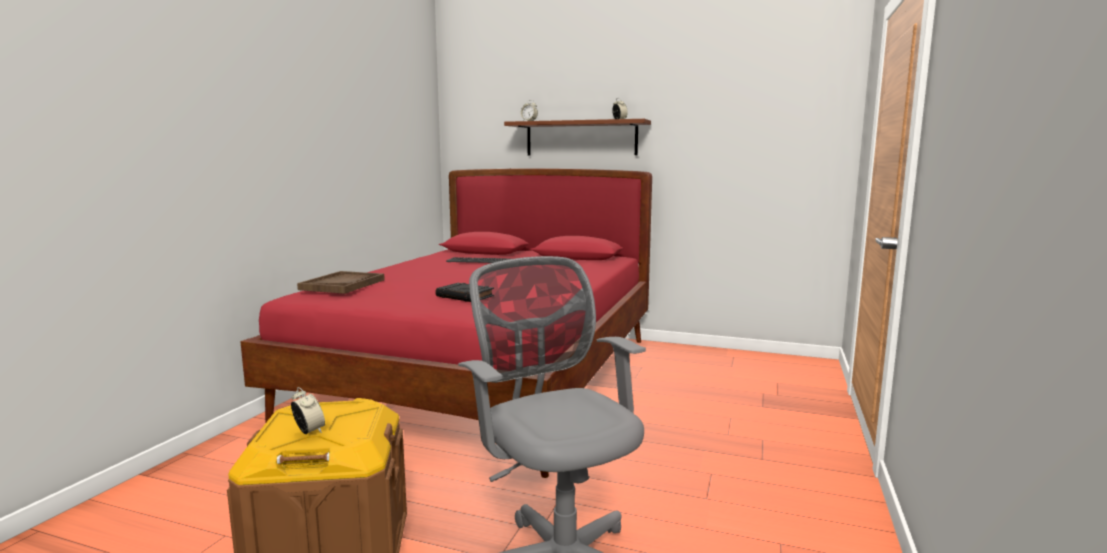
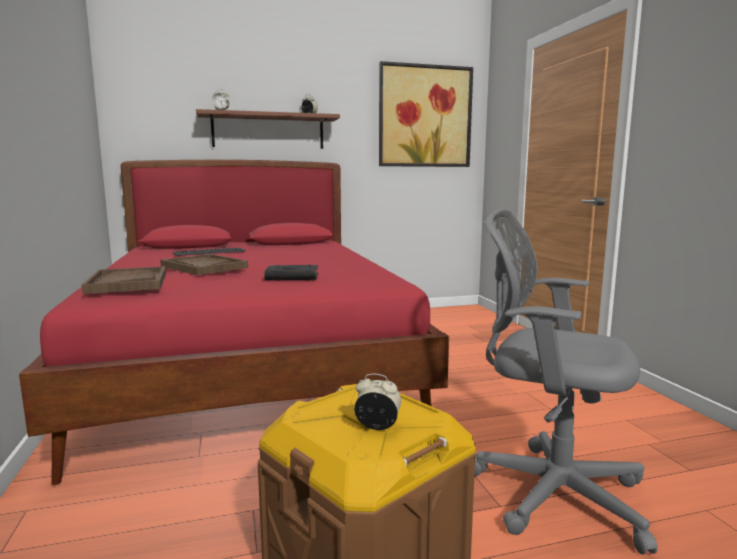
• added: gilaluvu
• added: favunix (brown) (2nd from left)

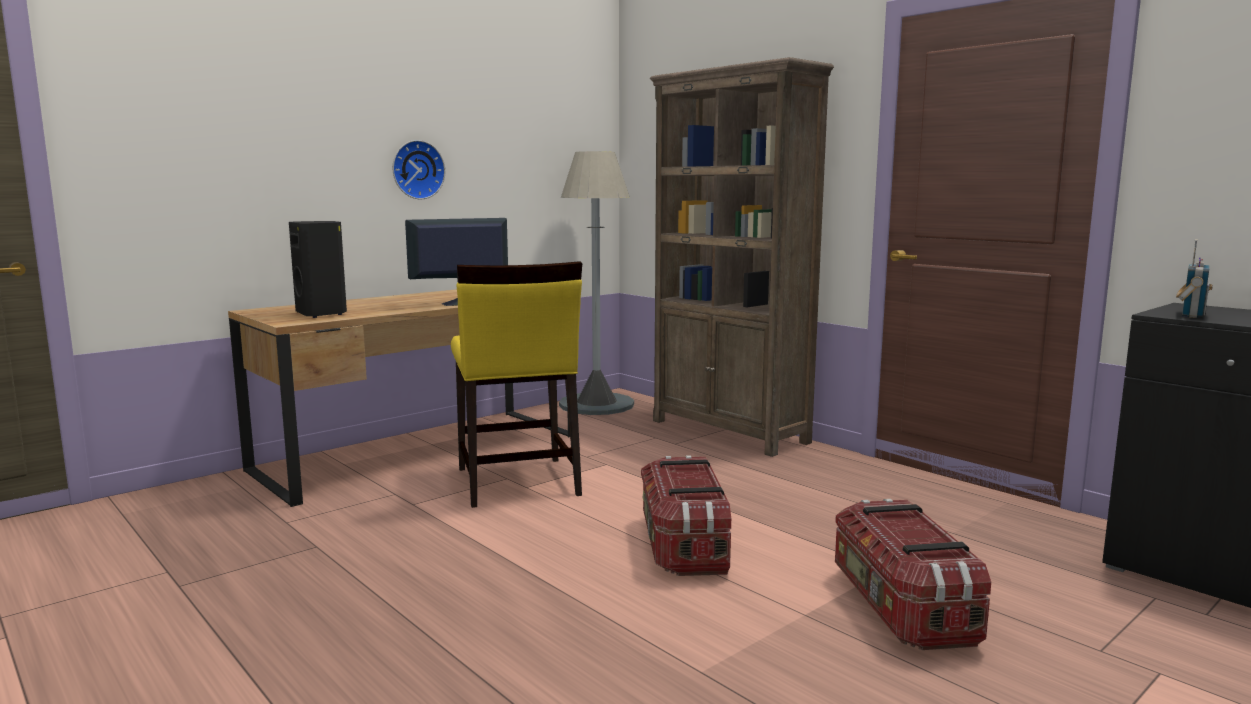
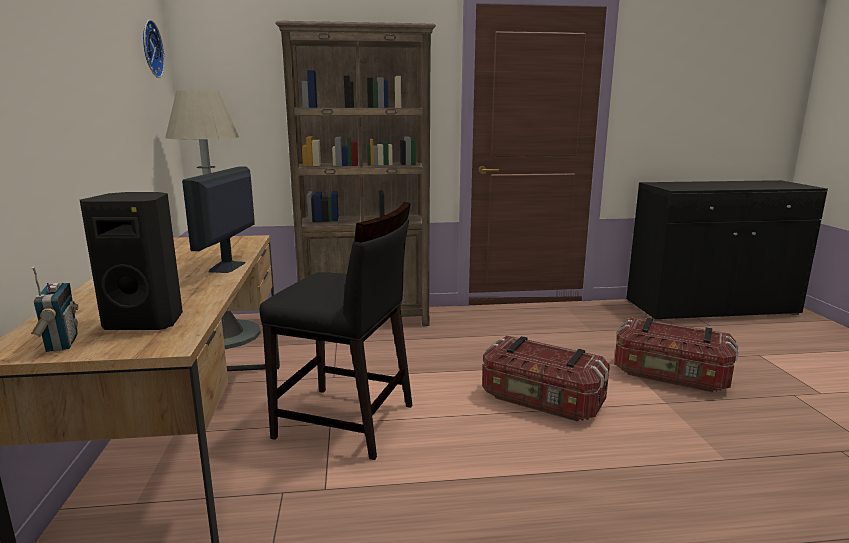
• moved: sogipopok
• moved: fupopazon
• recoloured: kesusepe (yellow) to kesusepe (black)

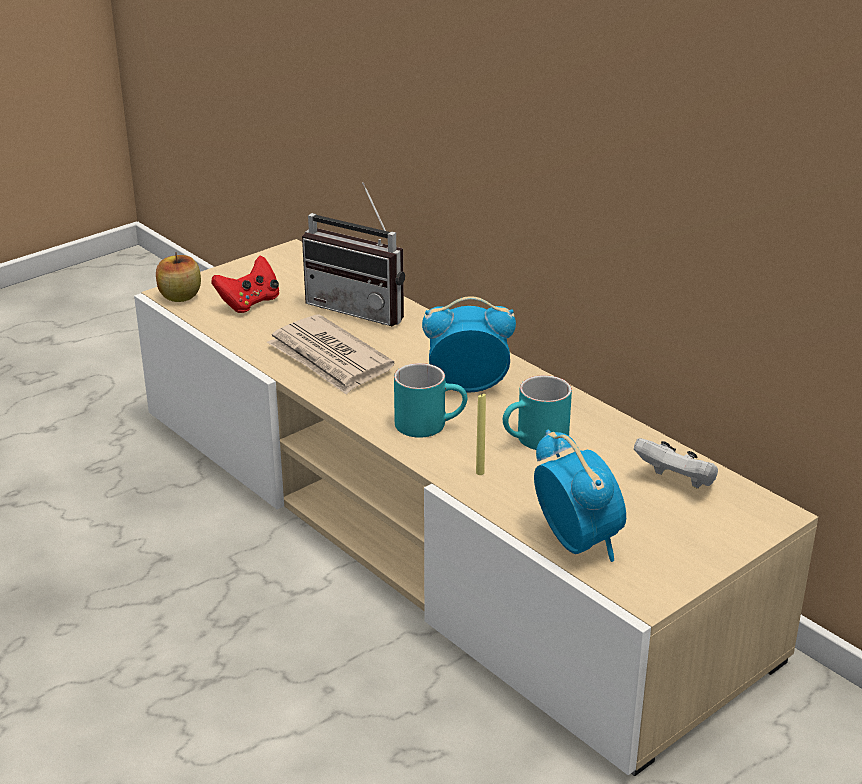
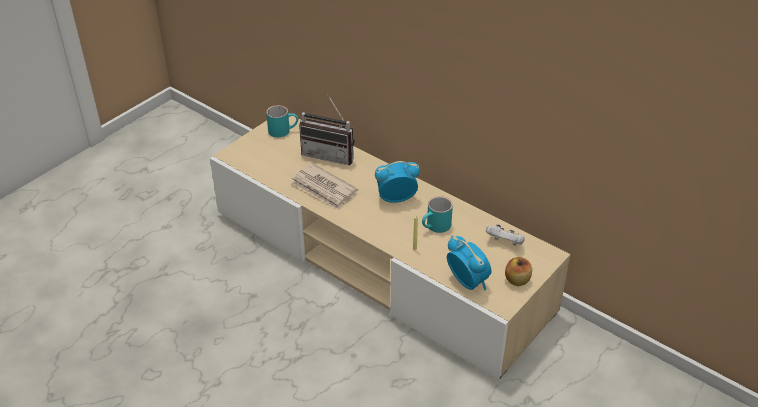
• moved: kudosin
• removed: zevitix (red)
• moved: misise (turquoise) (1st from left)

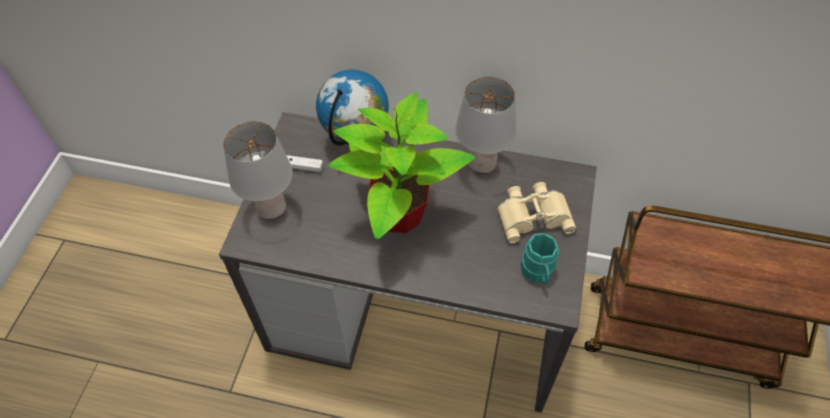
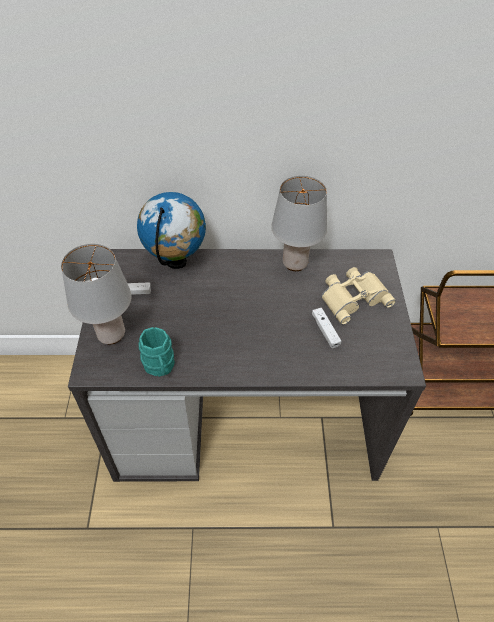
• removed: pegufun
• moved: misise (turquoise)
• added: zevitix (white) (2nd from left)

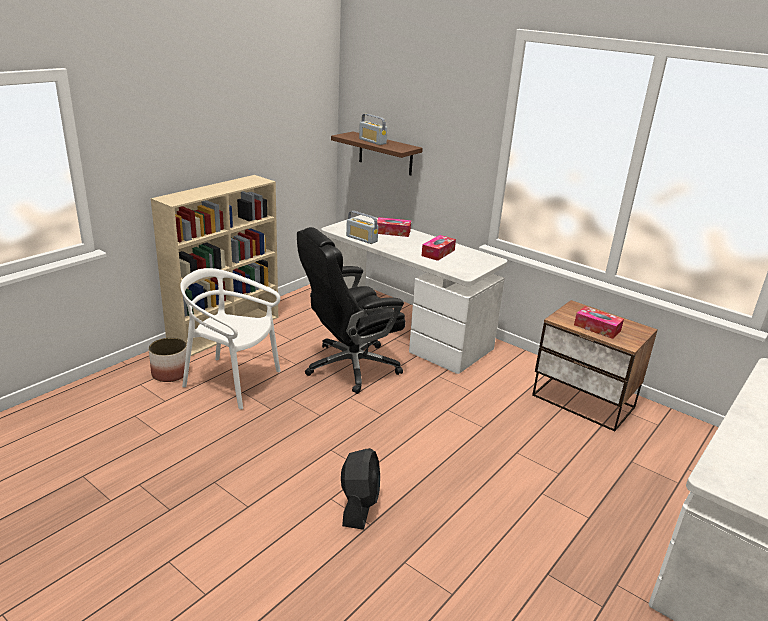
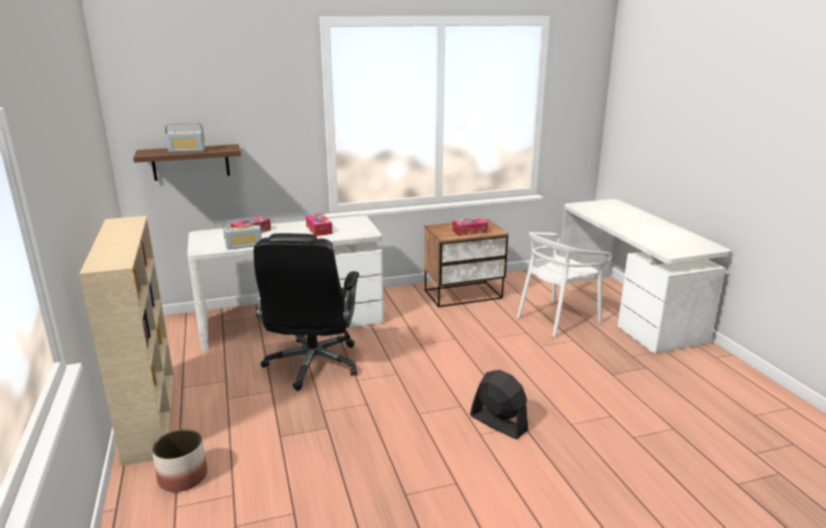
• moved: kesusepe (white)

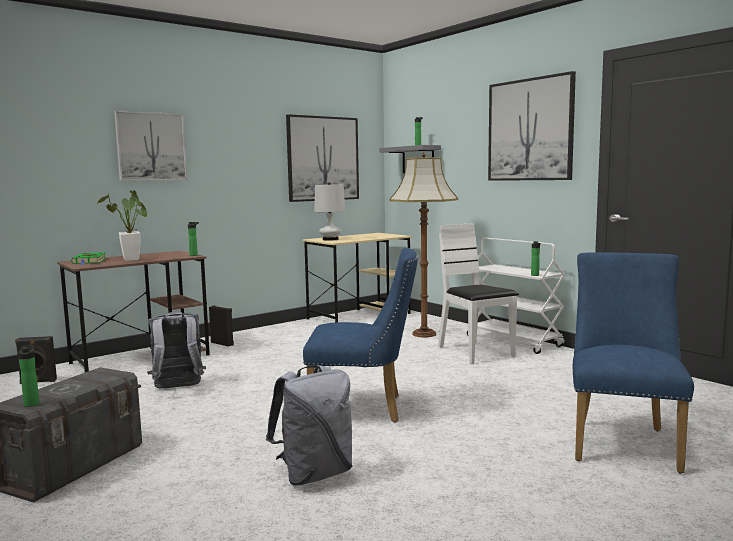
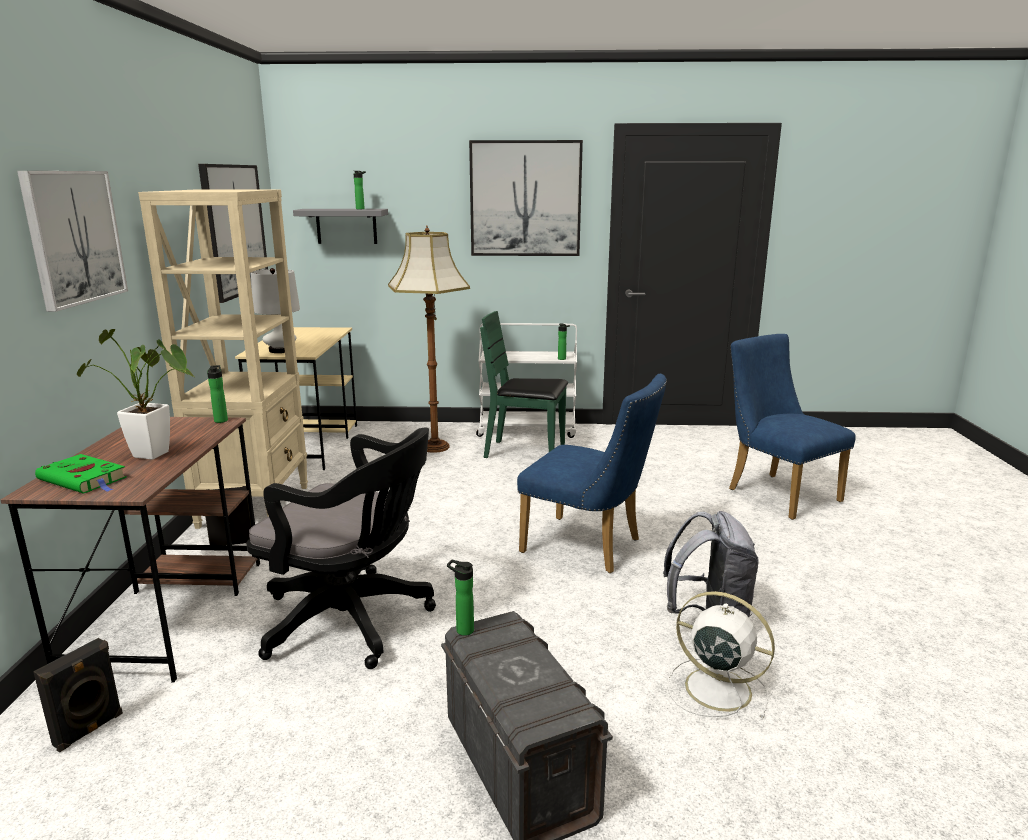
• recoloured: kesusepe (white) to kesusepe (green)
• turned: kesusepe (blue) (1st from left) 75 degrees clockwise
• replaced: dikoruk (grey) (1st from left) to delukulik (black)
• moved: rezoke (1st from left in the first image) to rezoke (3rd from left)
• added: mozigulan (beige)
• added: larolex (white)

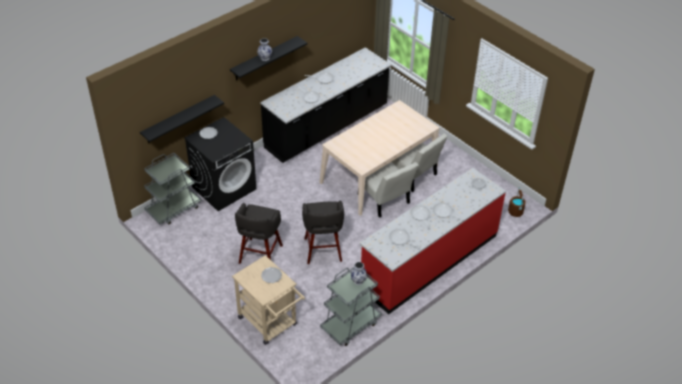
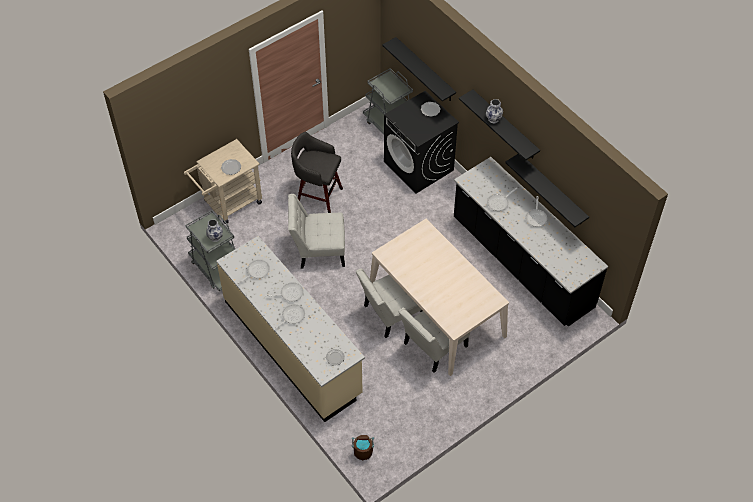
• recoloured: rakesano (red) to rakesano (beige)
• replaced: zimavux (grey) (2nd from left) to kesusepe (white) (1st from left)
• added: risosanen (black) (3rd from left)

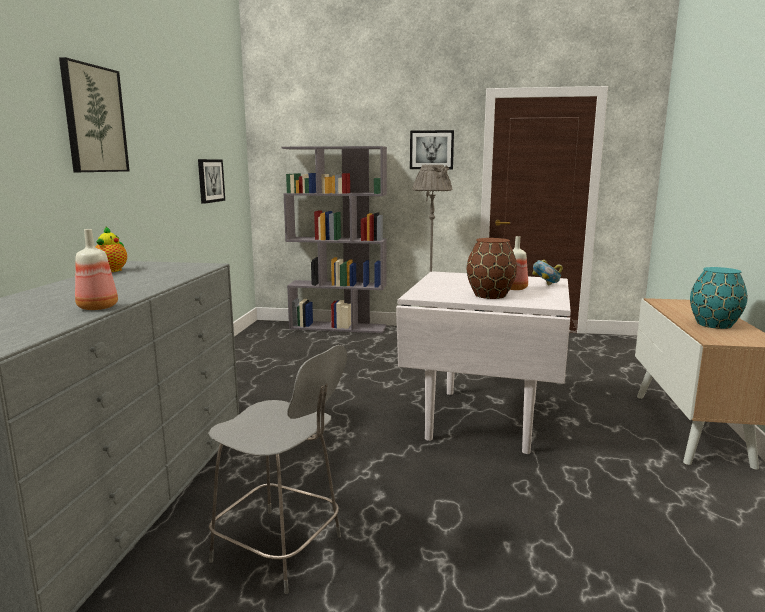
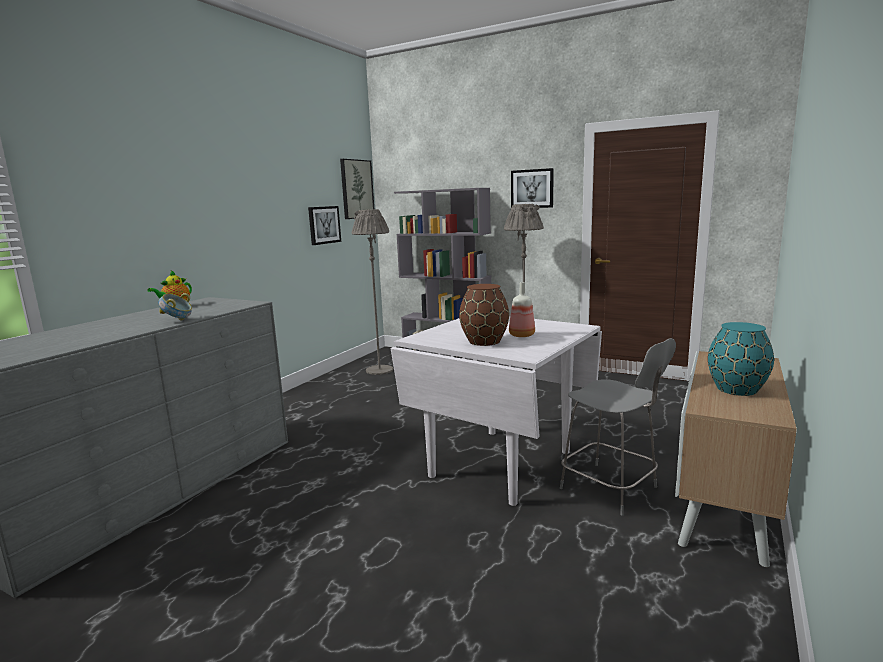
• moved: gilaluvu (1st from left in the first image) to gilaluvu (2nd from left)
• removed: rezoke (1st from left)
• moved: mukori
• moved: kesusepe (grey)
• added: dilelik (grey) (1st from left)

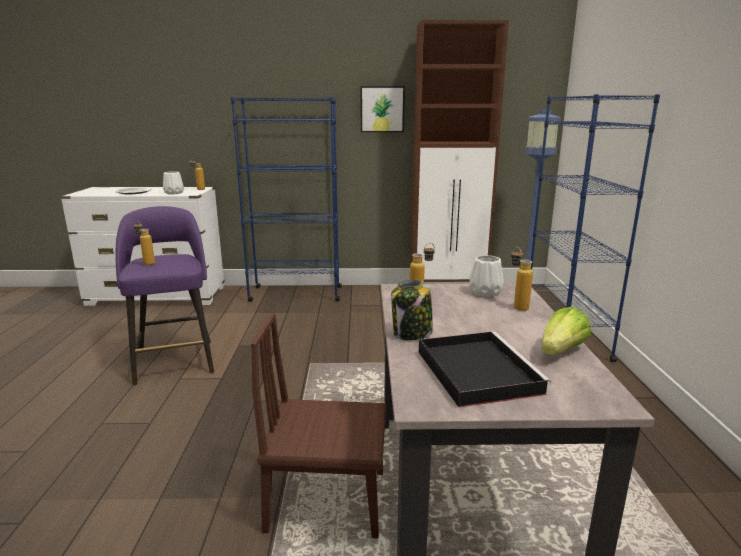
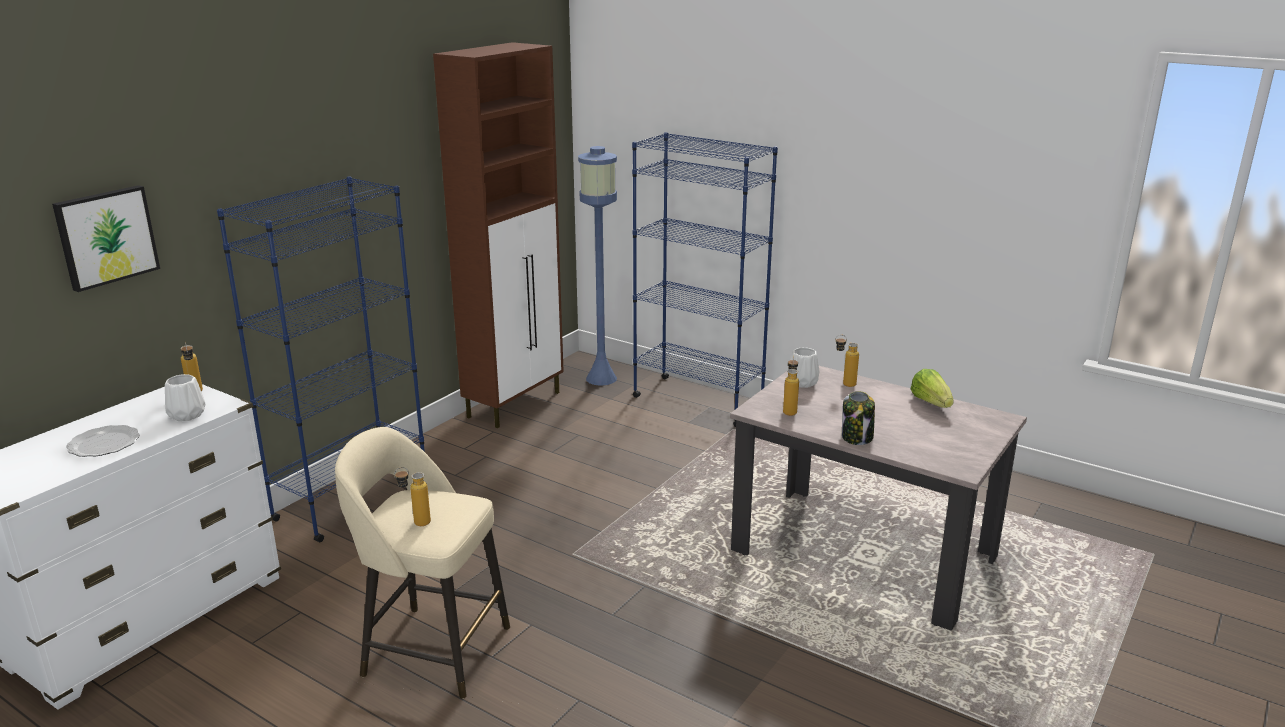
• moved: gilaluvu
• recoloured: zimavux (purple) to zimavux (beige)
• removed: kesusepe (brown)
• removed: favunix (black)

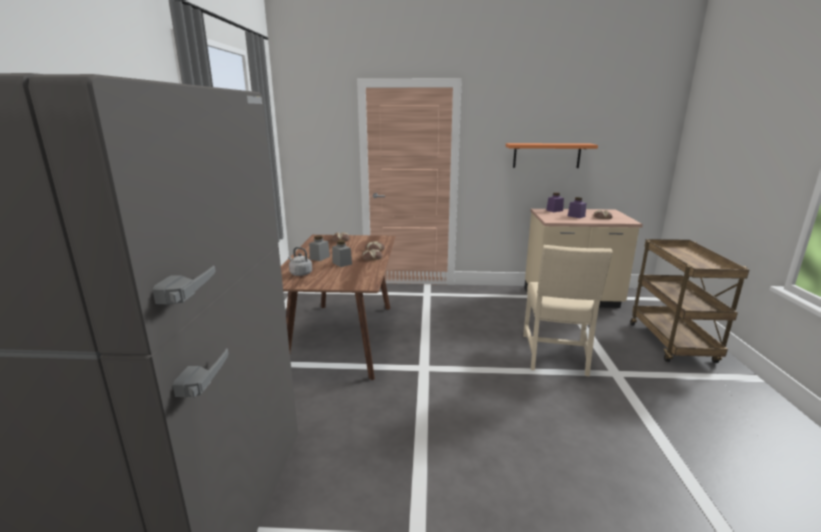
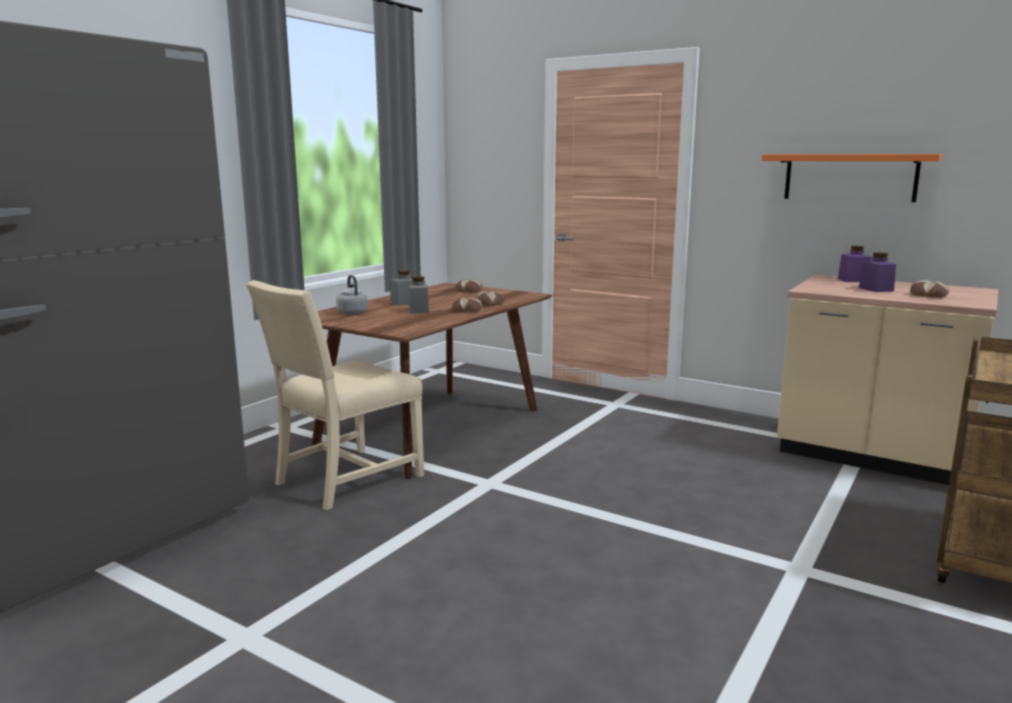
• moved: kesusepe (beige)

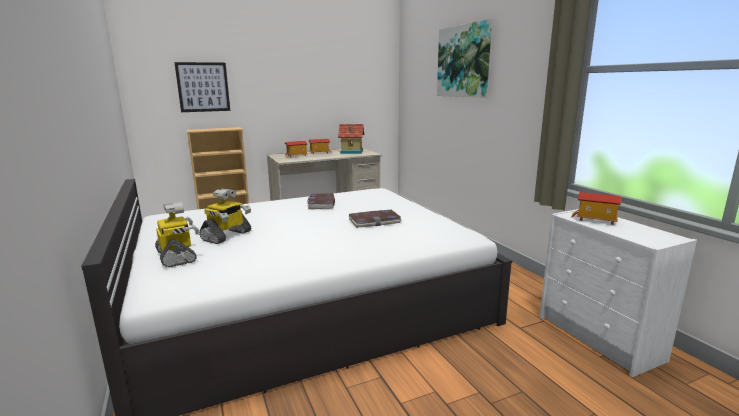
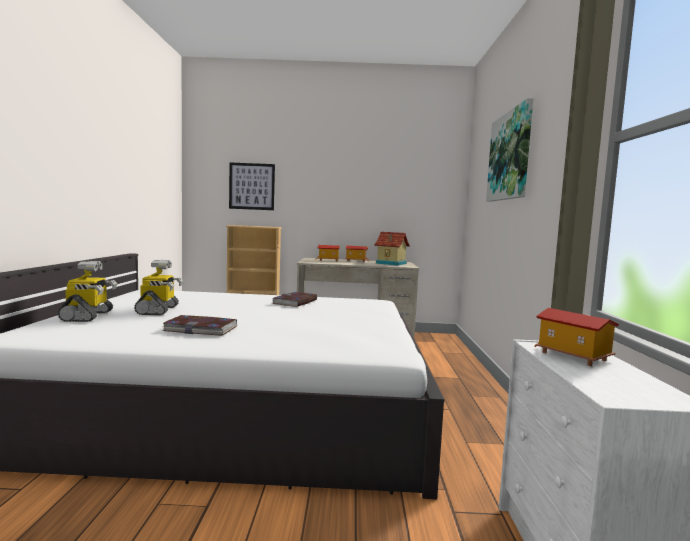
• turned: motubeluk (2nd from left) 60 degrees counterclockwise
• moved: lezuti (2nd from left in the first image) to lezuti (1st from left)

